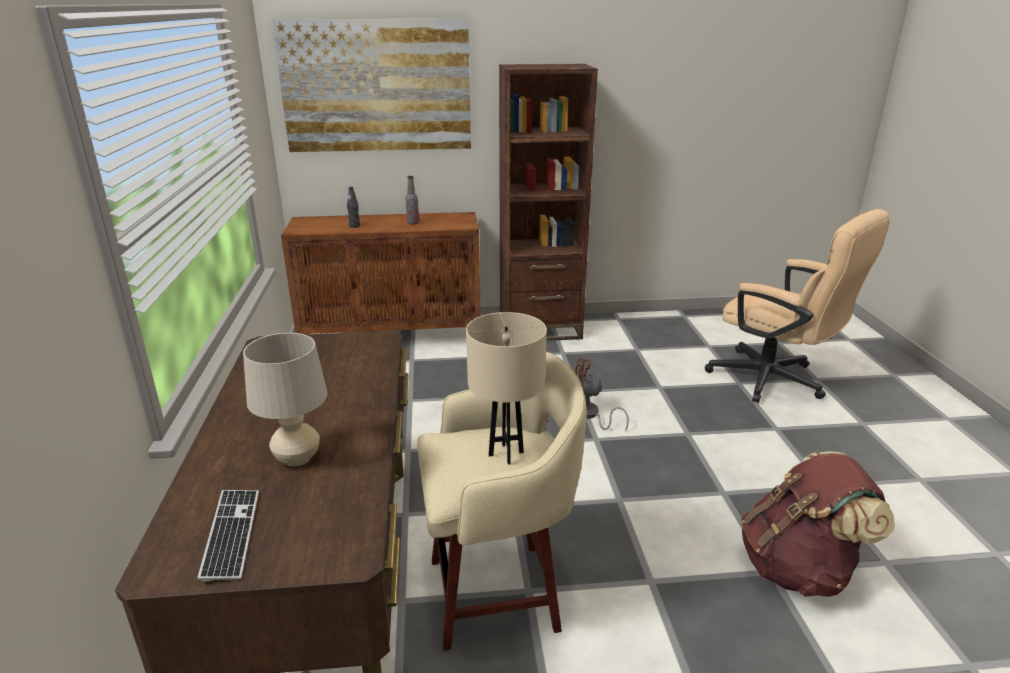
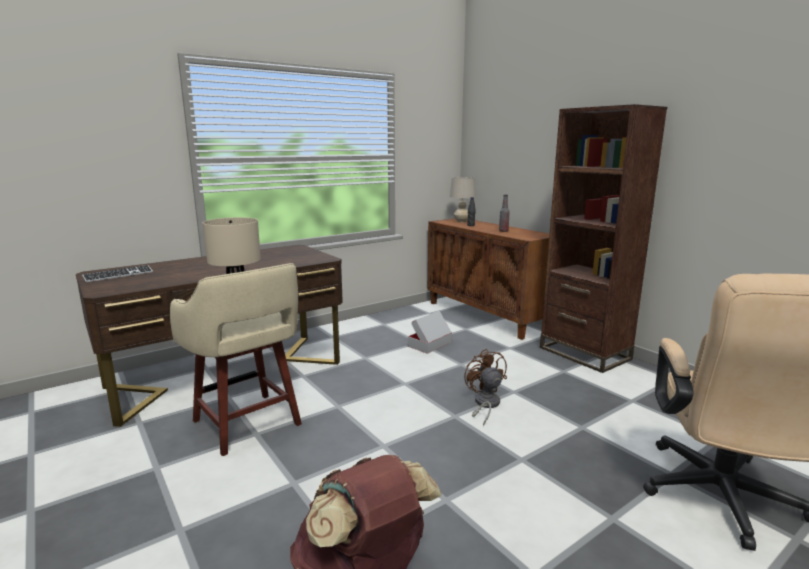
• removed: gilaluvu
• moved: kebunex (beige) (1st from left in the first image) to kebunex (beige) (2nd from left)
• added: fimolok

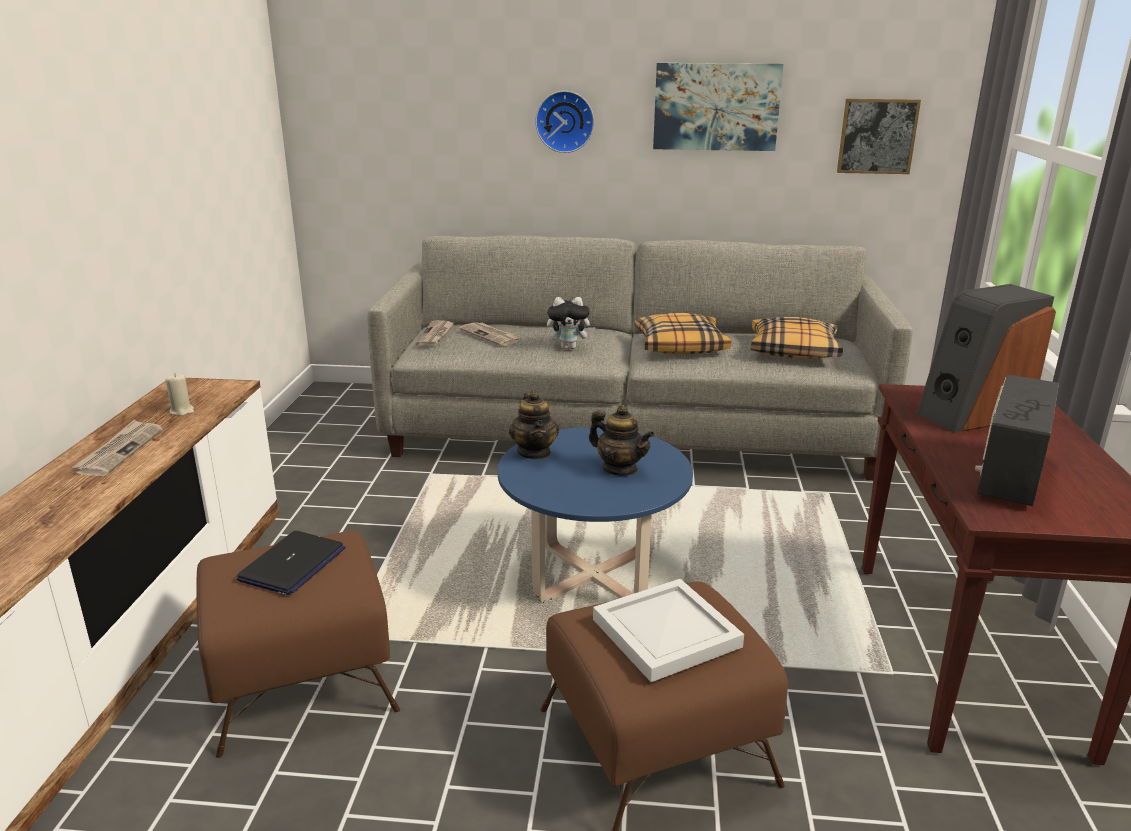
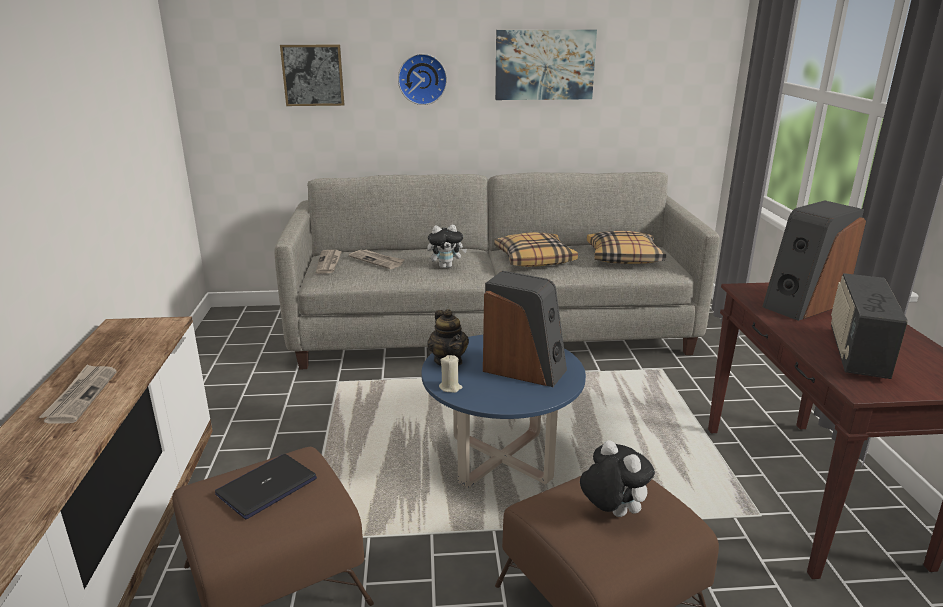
• moved: gilaluvu (2nd from left in the first image) to gilaluvu (1st from left)
• moved: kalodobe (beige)
• replaced: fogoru (2nd from left) to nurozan (1st from left)
• turned: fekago 150 degrees counterclockwise
• replaced: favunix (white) to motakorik (2nd from left)

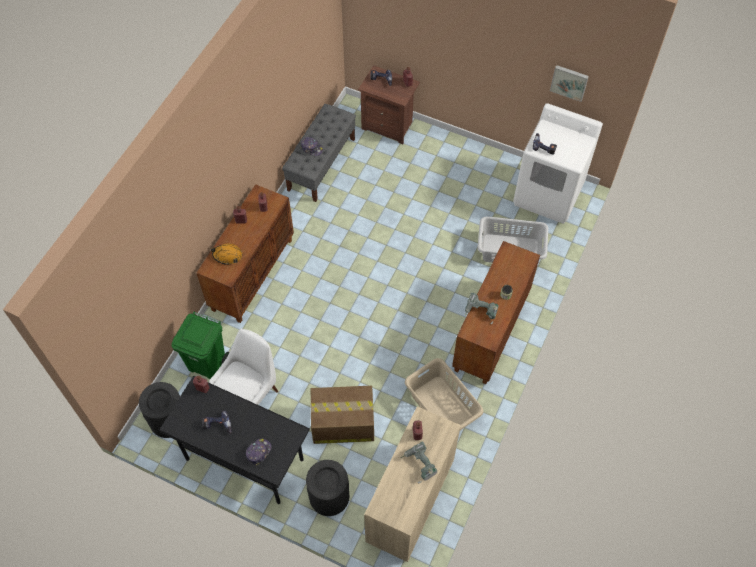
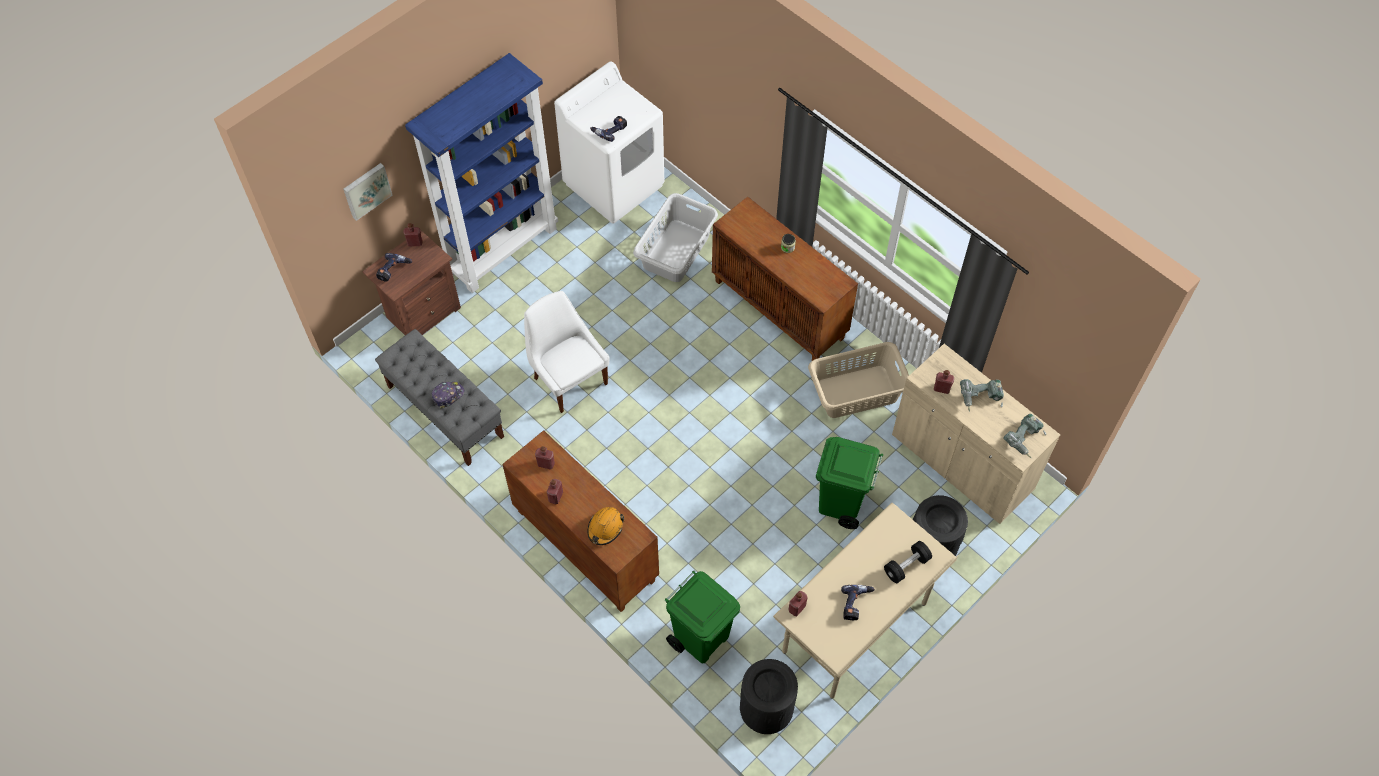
• moved: gilaluvu
• moved: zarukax (4th from left in the first image) to zarukax (5th from left)
• moved: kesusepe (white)
• recoloured: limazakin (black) to limazakin (beige)
• replaced: fimolok to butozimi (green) (2nd from left)
• replaced: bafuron (1st from left) to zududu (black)
• added: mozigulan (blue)

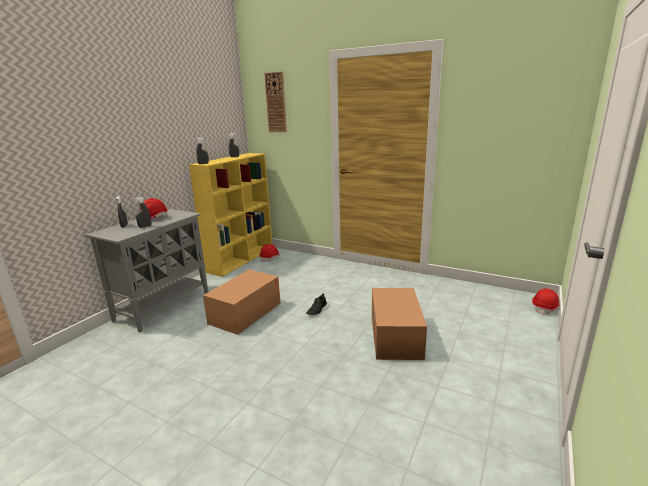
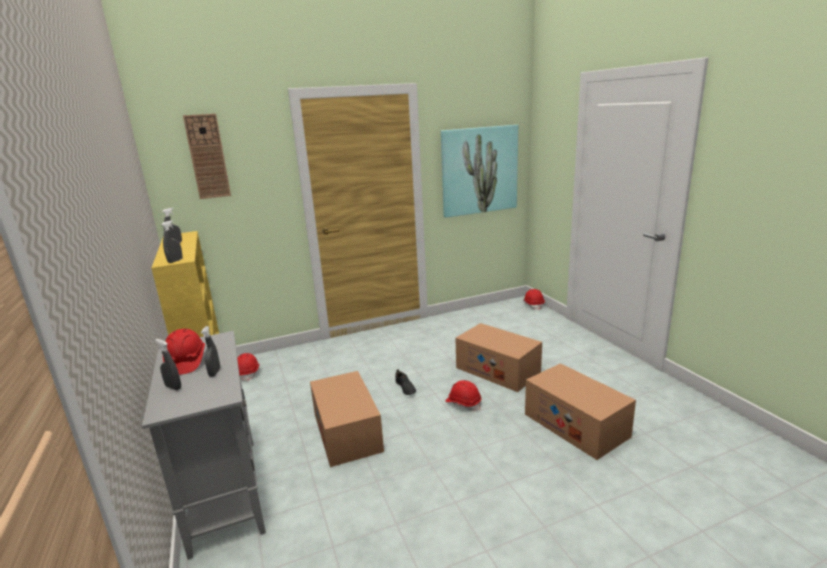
• added: gilaluvu
• added: fimolok (3rd from left)
• added: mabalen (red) (3rd from left)

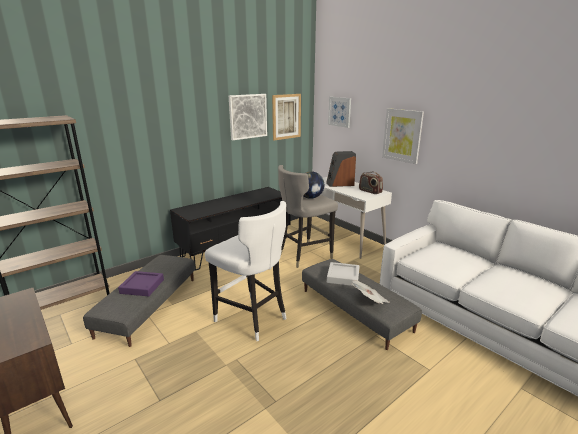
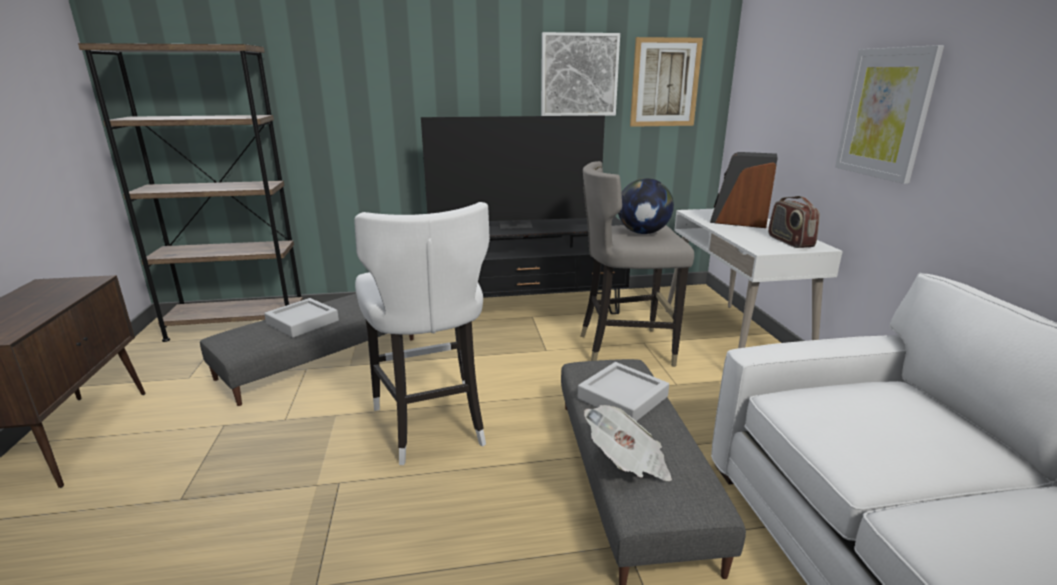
• removed: gilaluvu (3rd from left)
• recoloured: favunix (purple) to favunix (grey) (1st from left)
• added: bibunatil

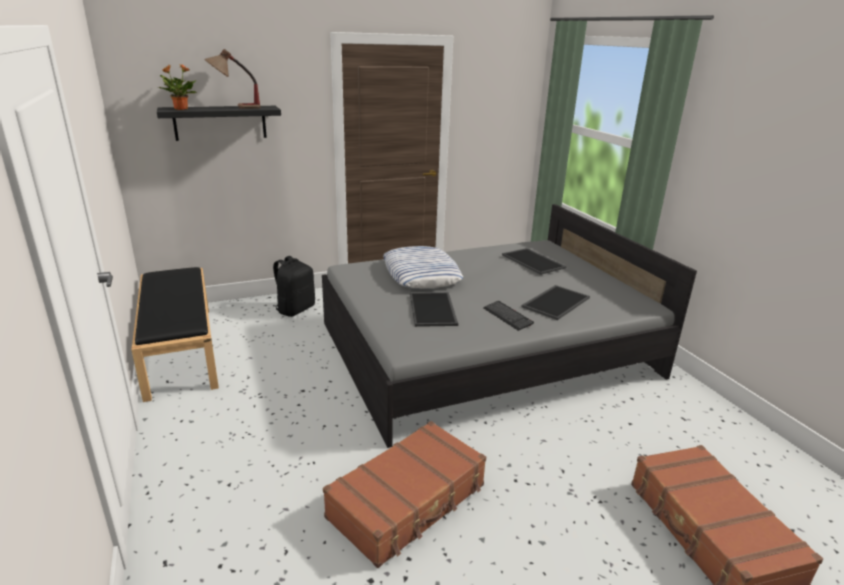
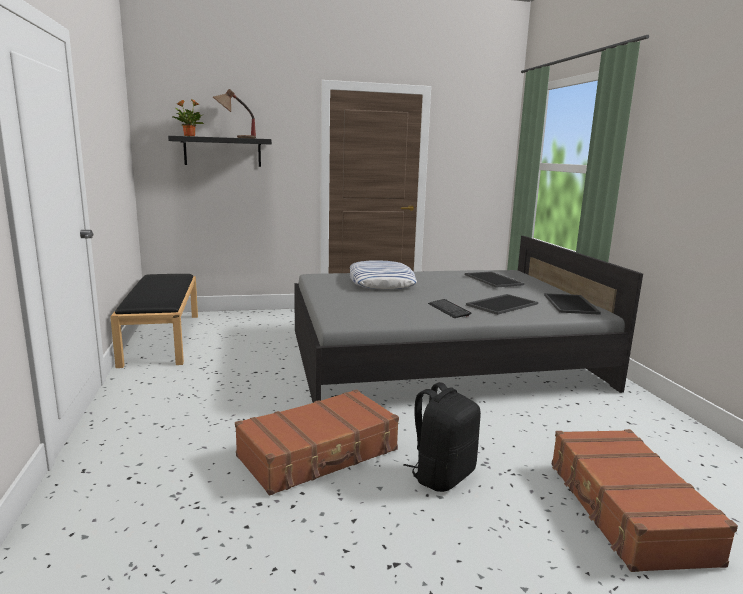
• moved: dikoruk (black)
• moved: favunix (1st from left in the first image) to favunix (3rd from left)

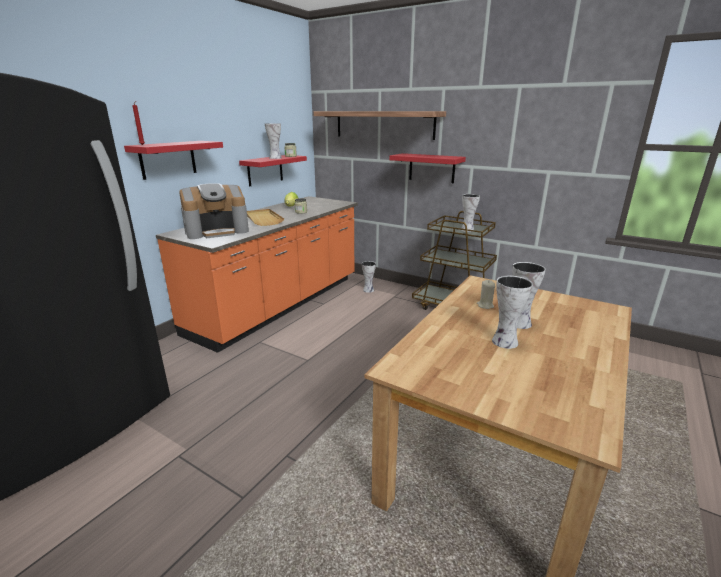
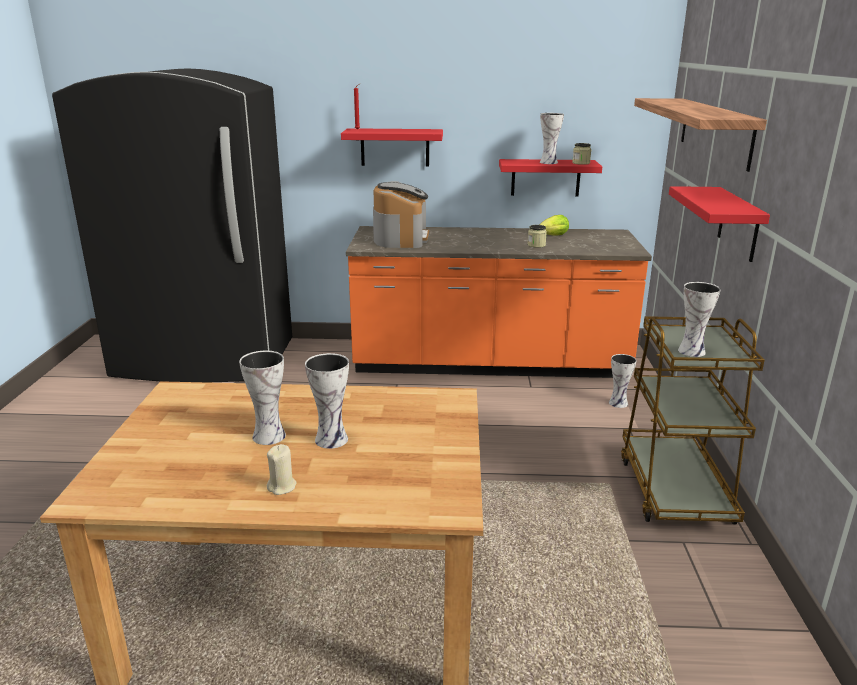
• turned: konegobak 120 degrees counterclockwise
• removed: favunix (beige)
• moved: kalodobe (beige)

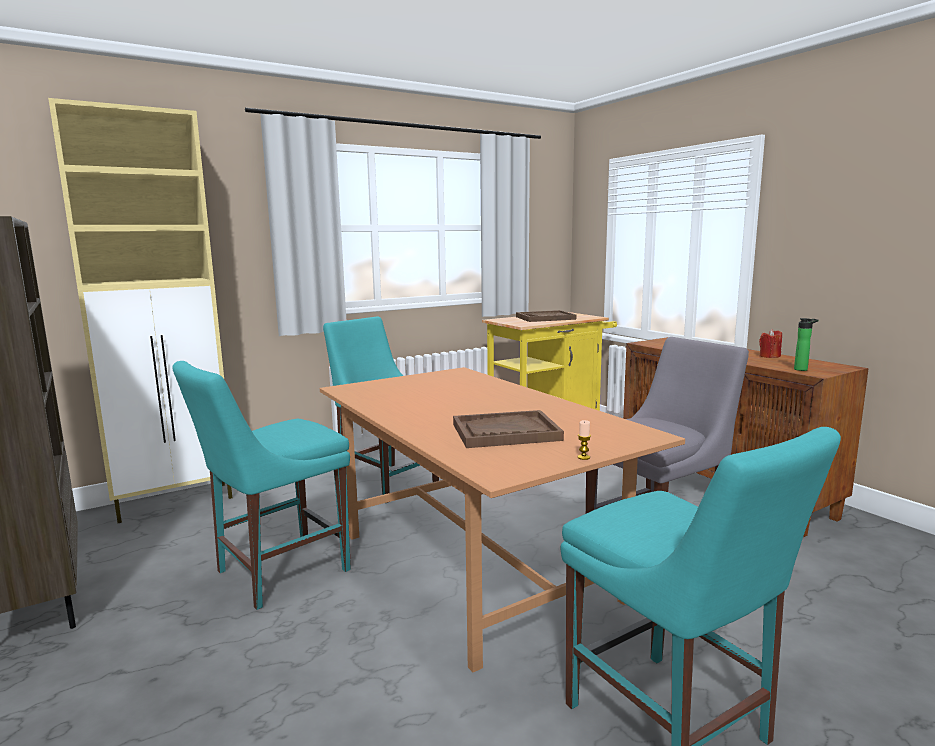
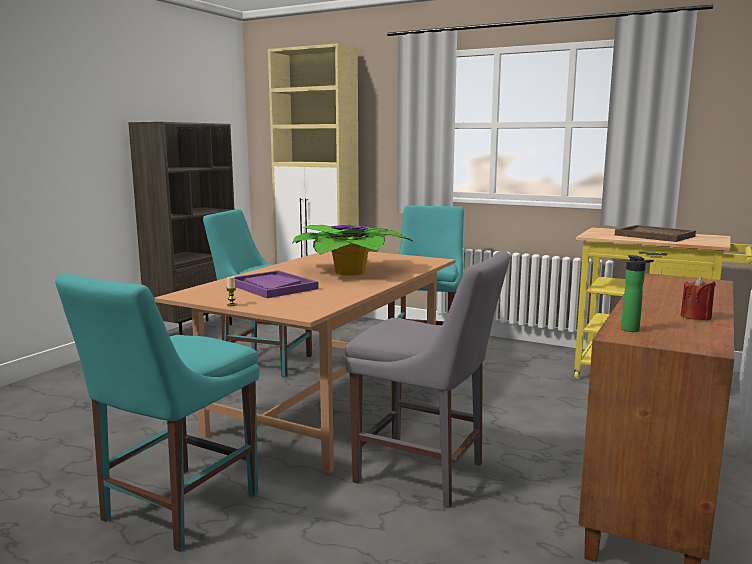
• recoloured: favunix (brown) (1st from left) to favunix (purple)
• added: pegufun

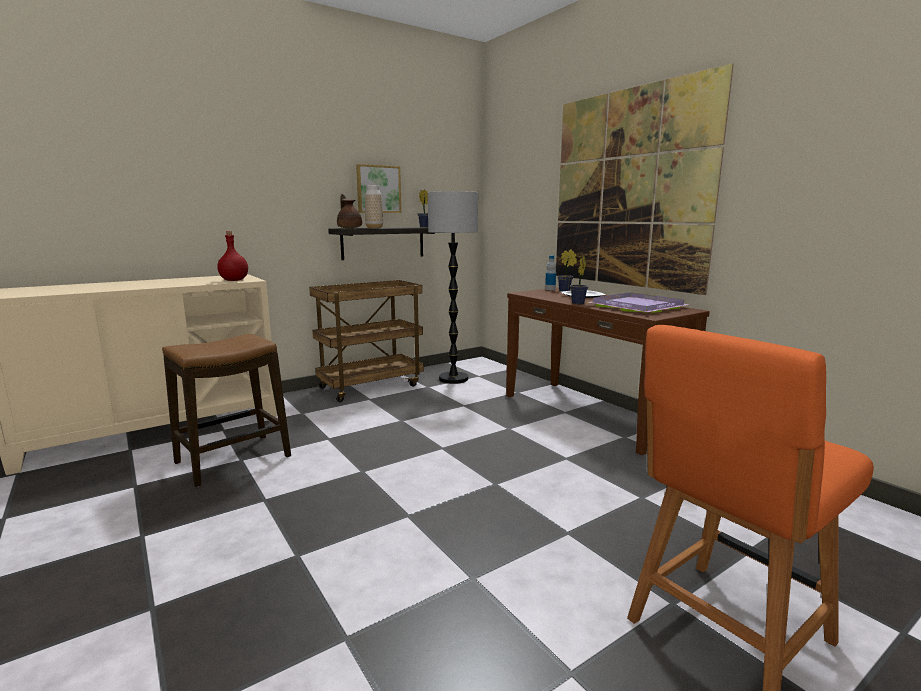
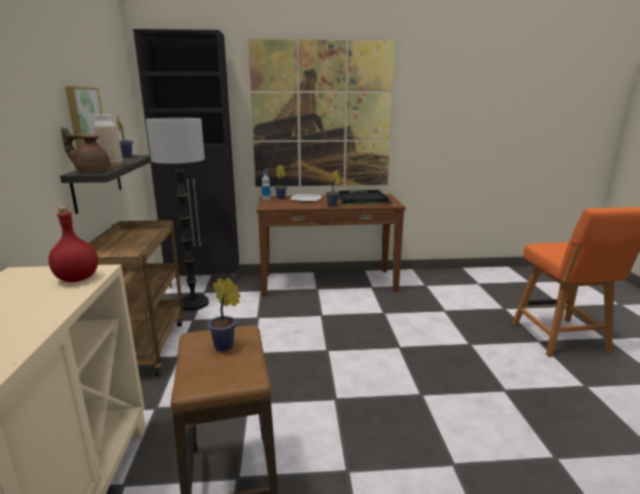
• recoloured: favunix (purple) to favunix (black)
• added: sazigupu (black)
• added: pegufun (2nd from left)

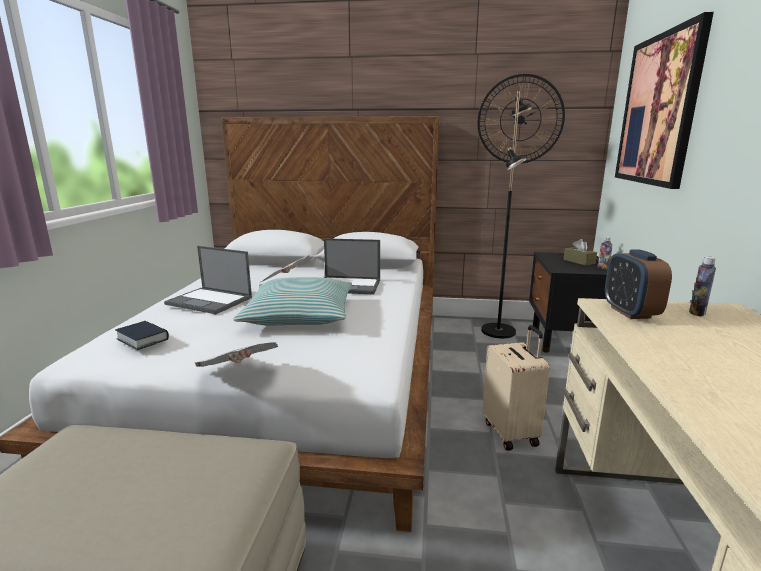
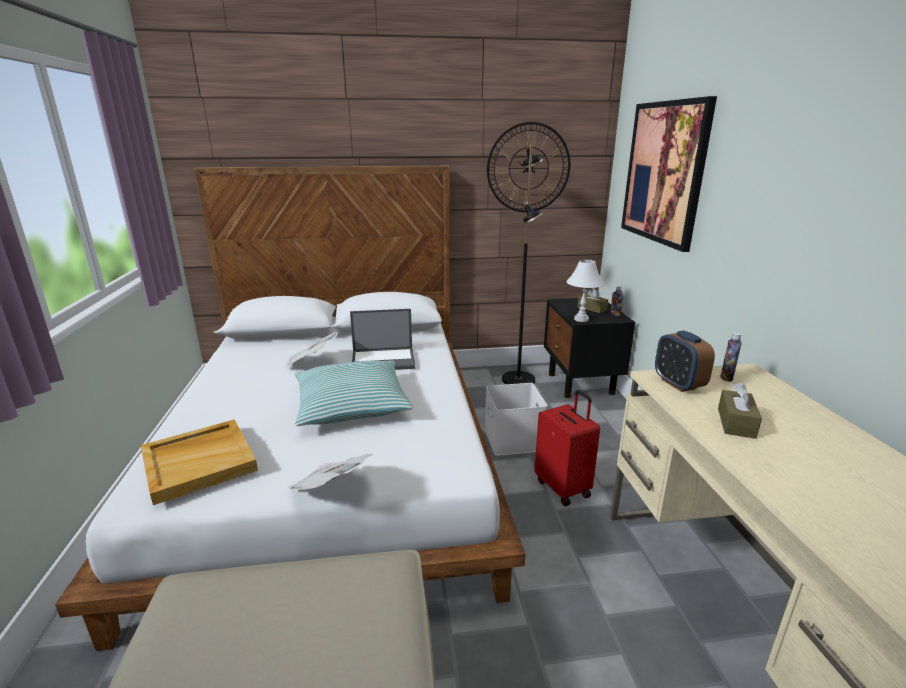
• removed: fekago (1st from left)
• replaced: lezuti to favunix (beige)
• recoloured: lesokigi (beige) to lesokigi (red)
• added: kebunex (white)
• added: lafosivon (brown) (2nd from left)
• added: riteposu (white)

